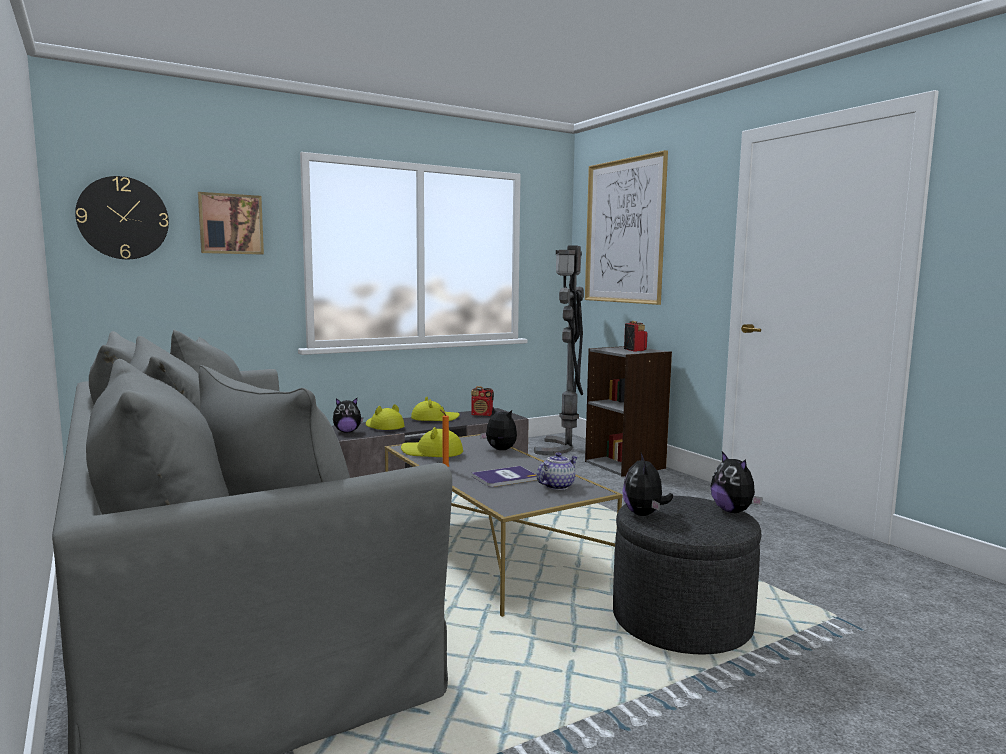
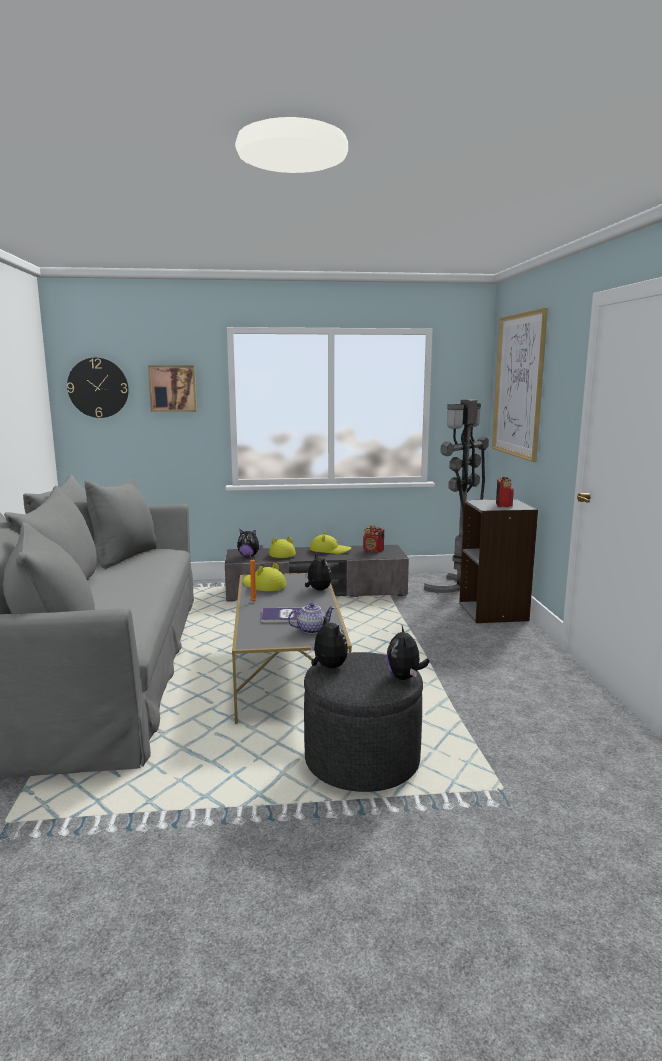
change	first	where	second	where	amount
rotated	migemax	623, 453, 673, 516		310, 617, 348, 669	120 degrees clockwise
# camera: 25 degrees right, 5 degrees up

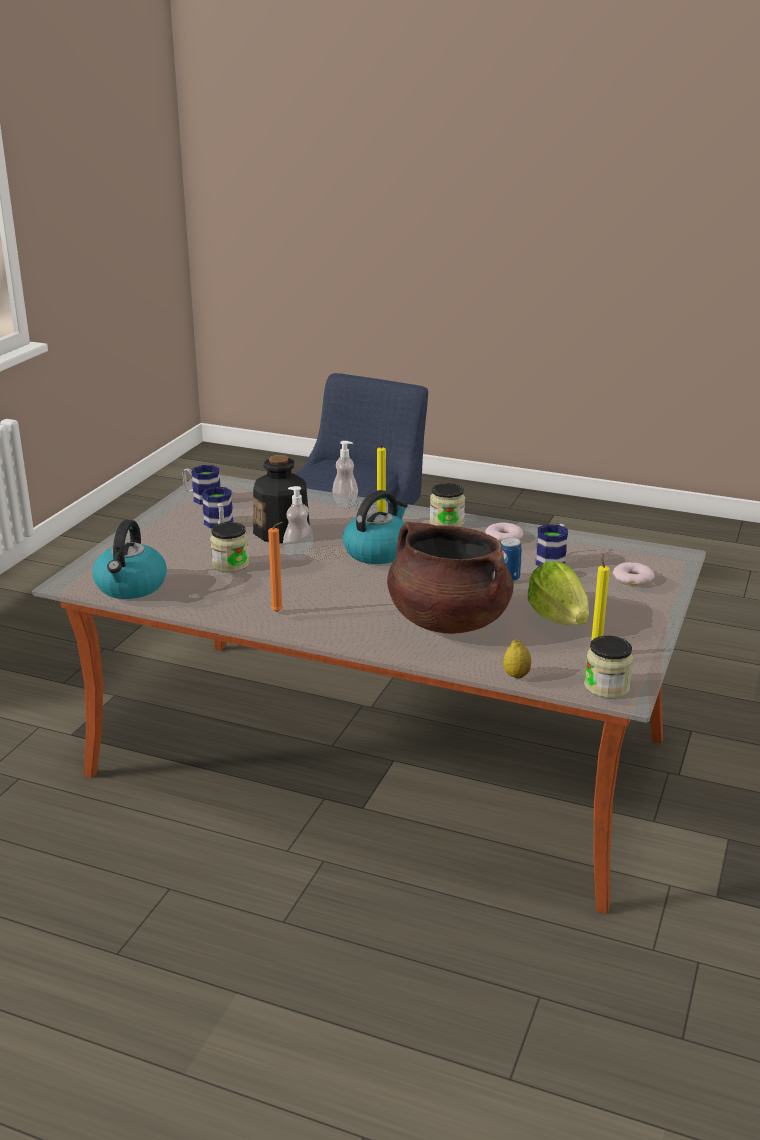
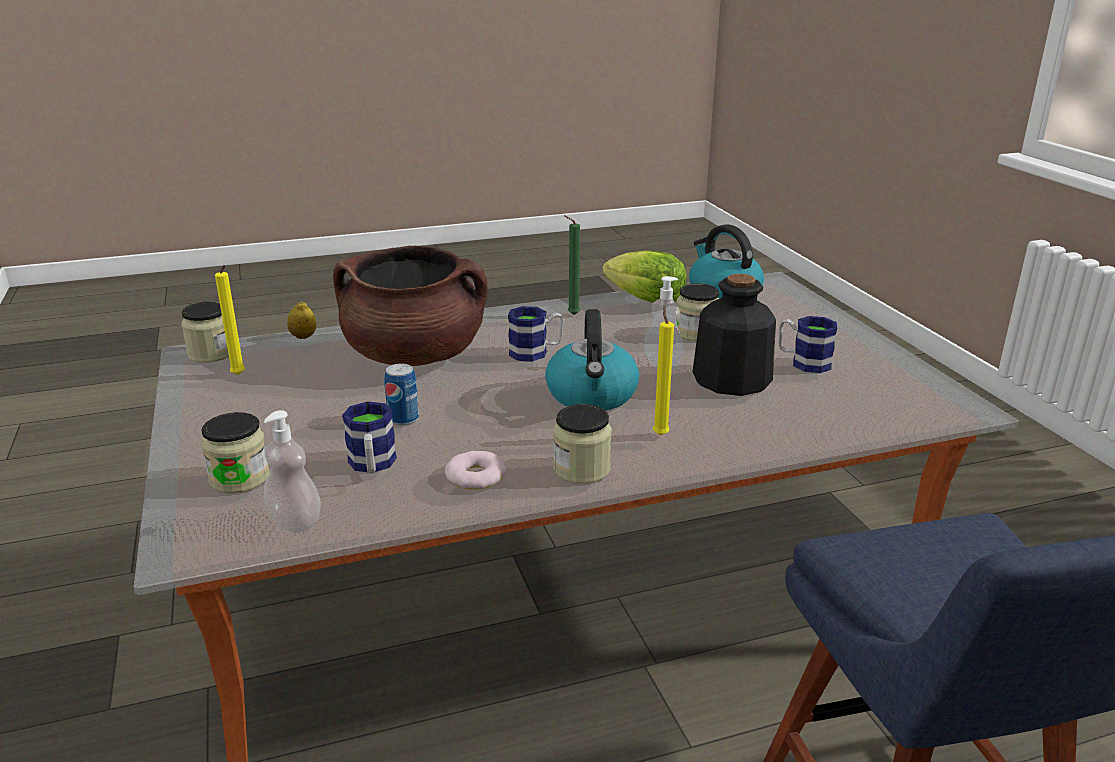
change	first	where	second	where	amount
shifted	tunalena	332, 441, 358, 508		264, 410, 321, 532	
shifted	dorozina	182, 465, 220, 505		508, 306, 564, 362	
repainted	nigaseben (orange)	268, 522, 283, 612	nigaseben (green)	564, 215, 580, 315	
shifted	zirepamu	527, 561, 589, 625		603, 250, 687, 303	
swapped	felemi	613, 562, 655, 586	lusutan	201, 412, 270, 493	
# camera: 140 degrees right, 0 degrees up

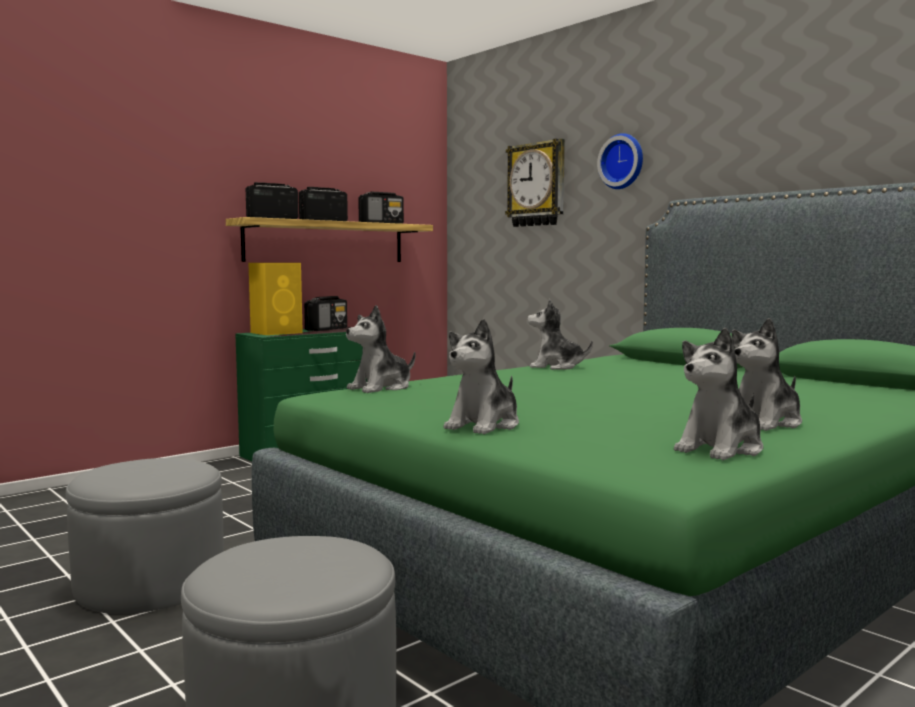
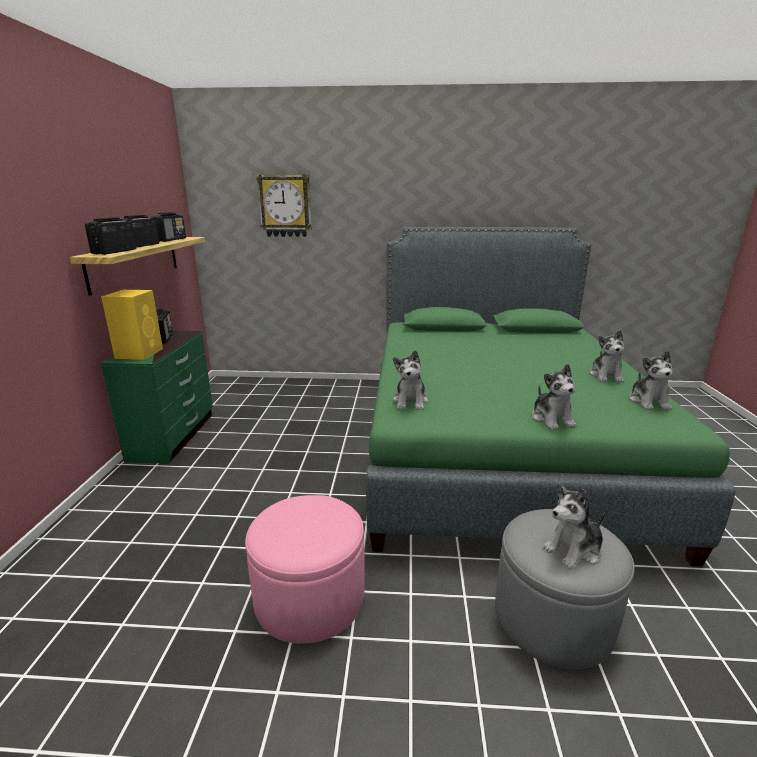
change	first	where	second	where	amount
gone	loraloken	597, 133, 643, 189			
shifted	migemax	528, 299, 593, 370		542, 483, 605, 569	
repainted	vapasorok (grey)	66, 458, 224, 614	vapasorok (pink)	245, 495, 365, 643	
# camera: 45 degrees left, 15 degrees up

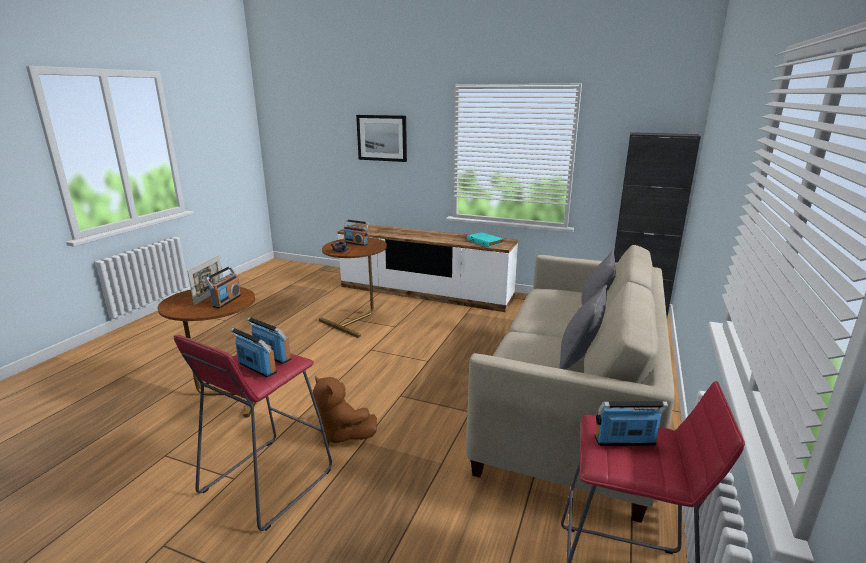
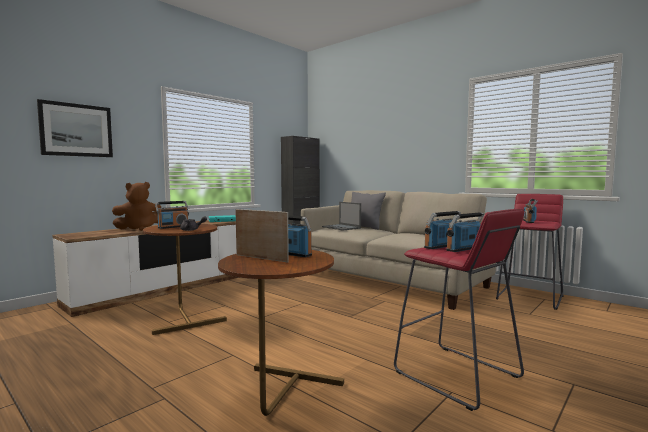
change	first	where	second	where	amount
gone	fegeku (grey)	559, 285, 607, 370			
shifted	migemax (brown)	313, 376, 377, 445		112, 182, 161, 231	
new			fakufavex	322, 202, 361, 231	
# camera: 70 degrees left, 15 degrees down

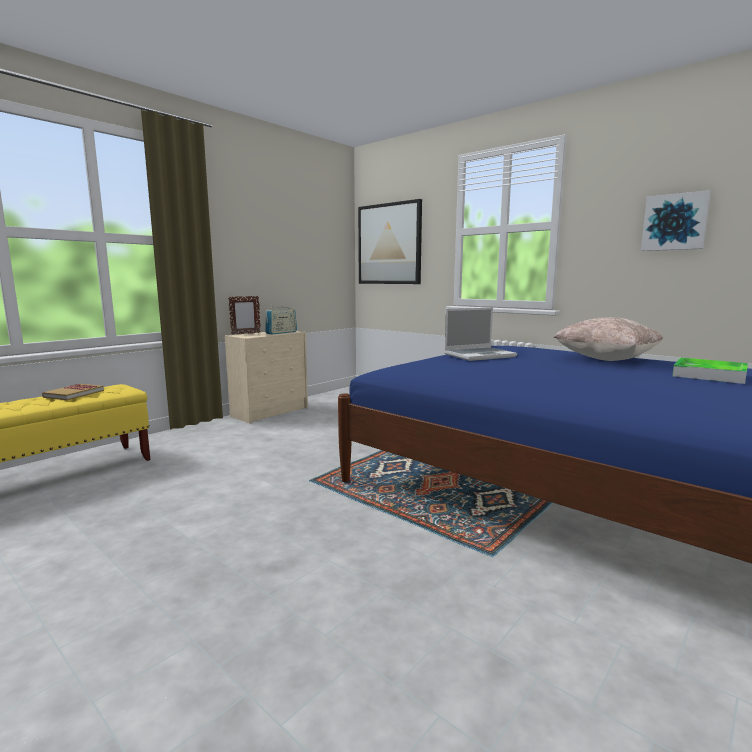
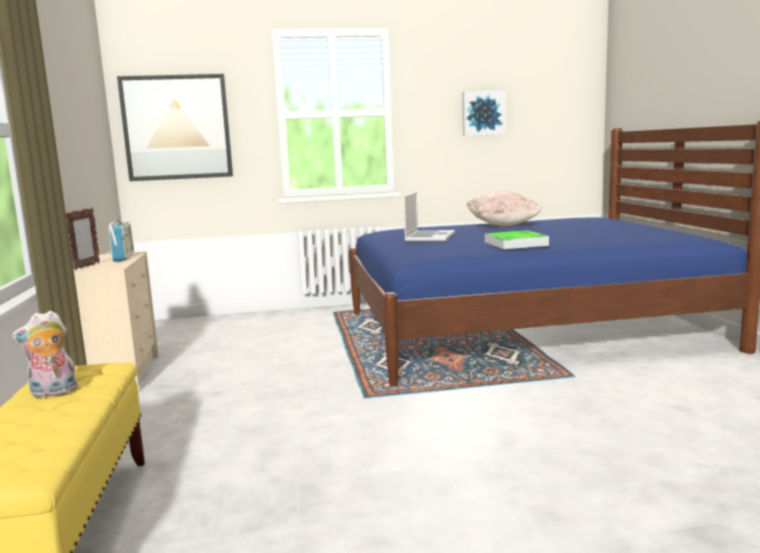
change	first	where	second	where	amount
shifted	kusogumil	672, 358, 748, 384		485, 230, 549, 249	
swapped	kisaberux	42, 384, 104, 400	migemax	12, 310, 78, 398	
# camera: 50 degrees left, 0 degrees up

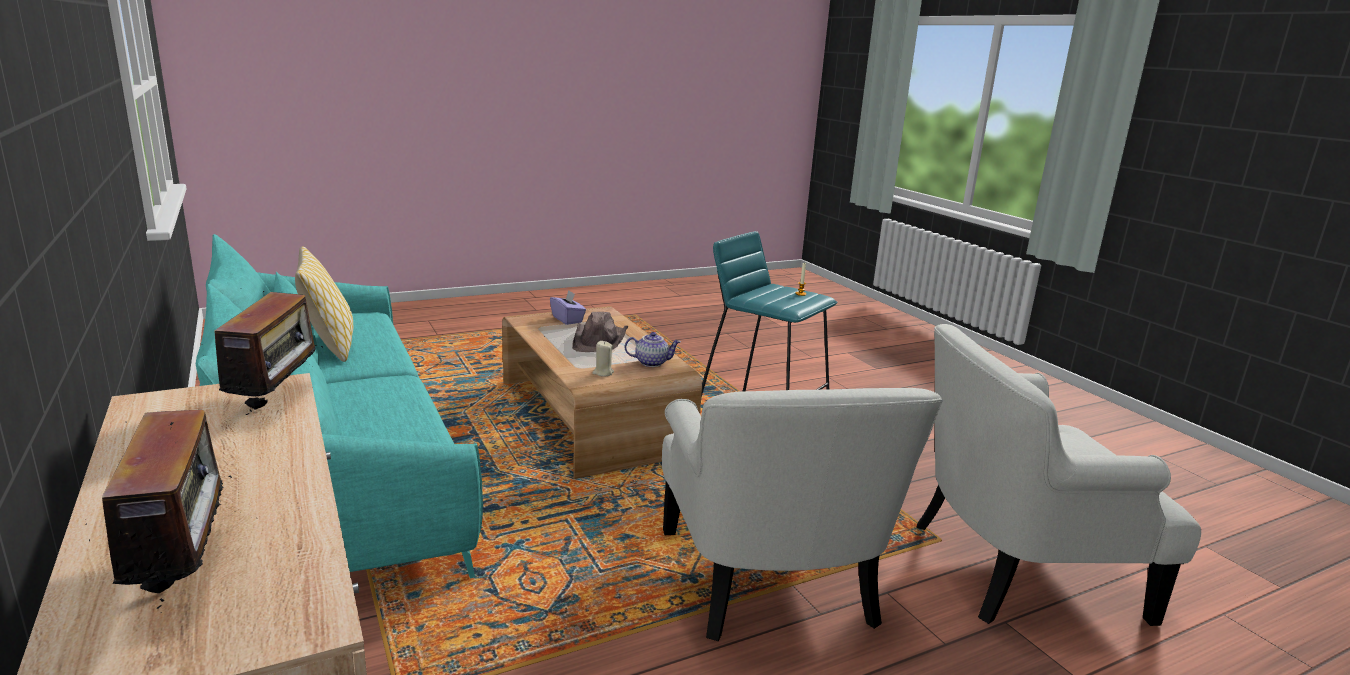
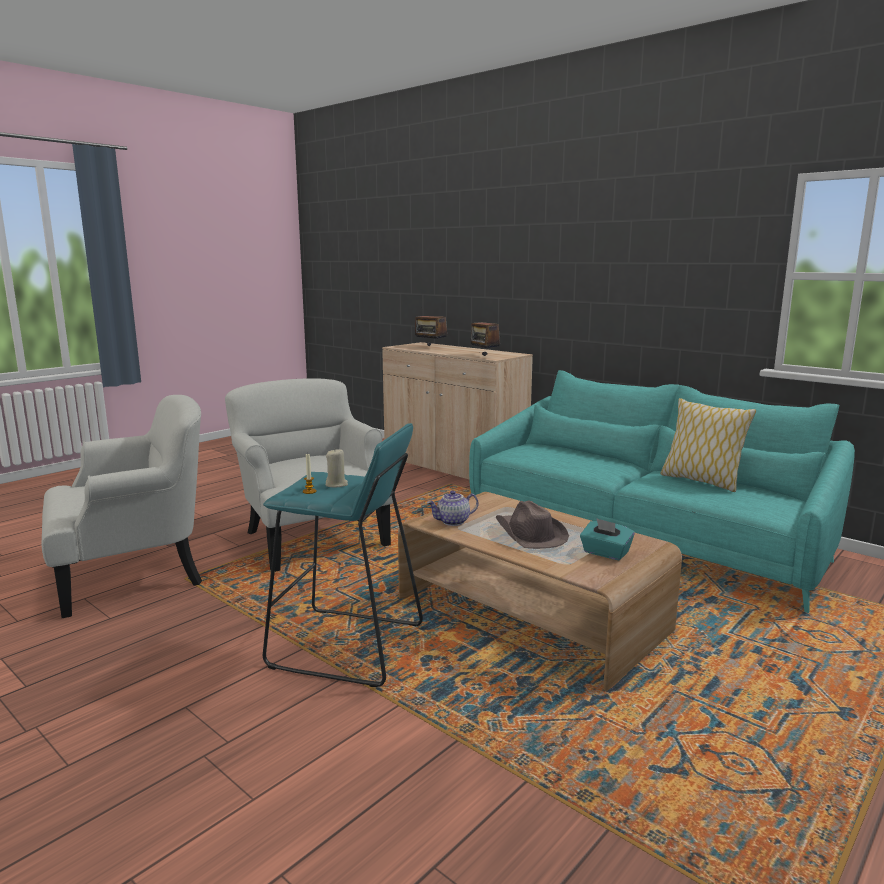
change	first	where	second	where	amount
repainted	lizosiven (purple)	550, 290, 586, 325	lizosiven (turquoise)	580, 518, 635, 560	
shifted	nigaseben (beige)	592, 341, 614, 376		325, 448, 348, 488	
# camera: 160 degrees right, 5 degrees down

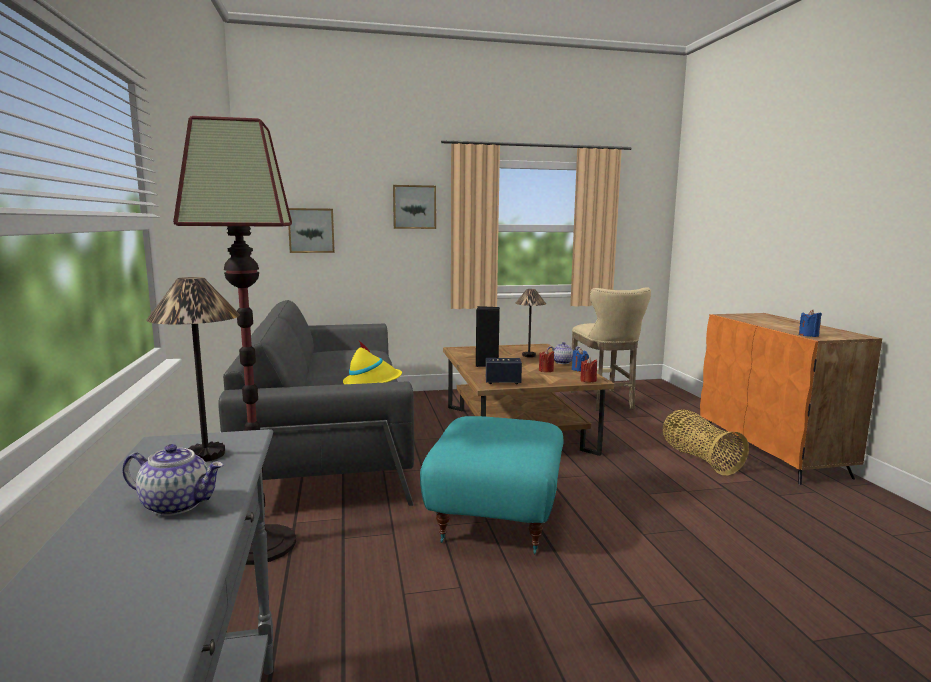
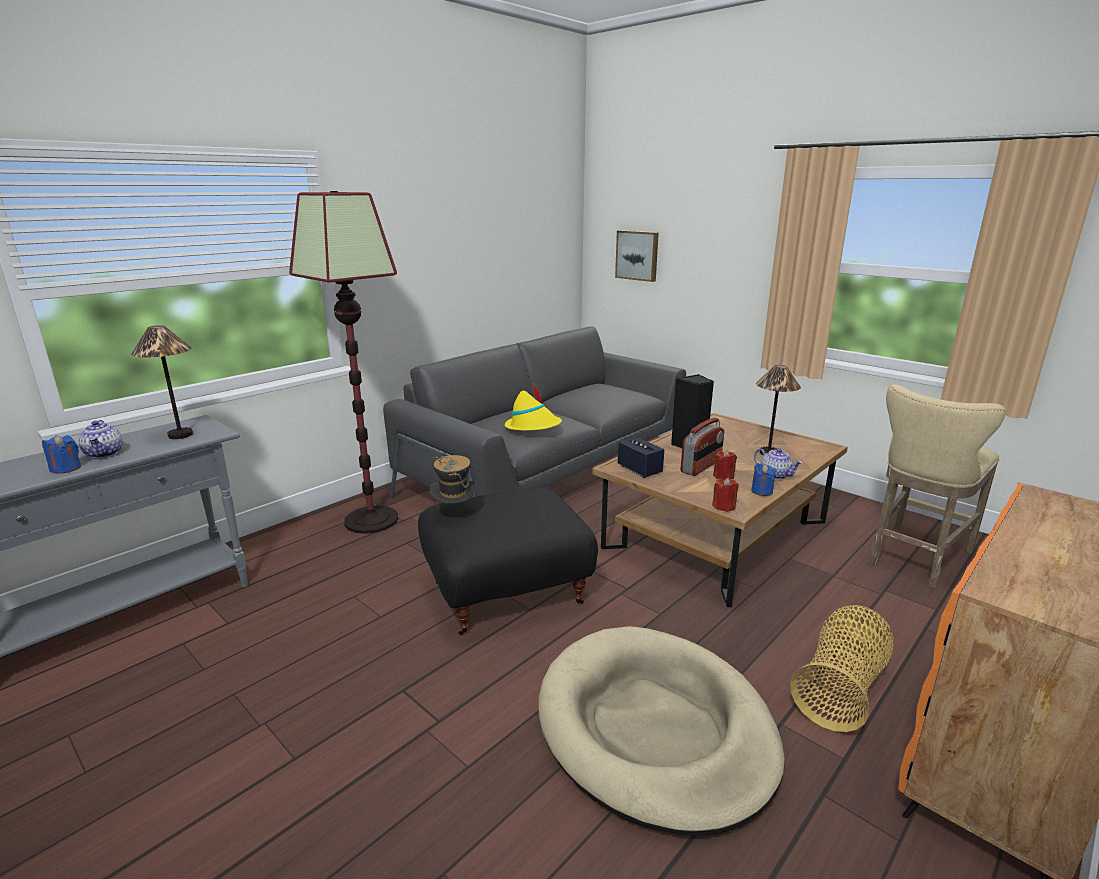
change	first	where	second	where	amount
gone	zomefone	393, 185, 436, 229			
shifted	nigaseben (blue)	799, 310, 822, 337		42, 435, 81, 474	
repainted	vapasorok (turquoise)	420, 416, 563, 554	vapasorok (black)	418, 487, 598, 635	
new			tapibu	681, 418, 724, 476	
new			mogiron	429, 455, 477, 504	
new			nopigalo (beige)	538, 626, 785, 835	
# camera: 55 degrees right, 10 degrees up

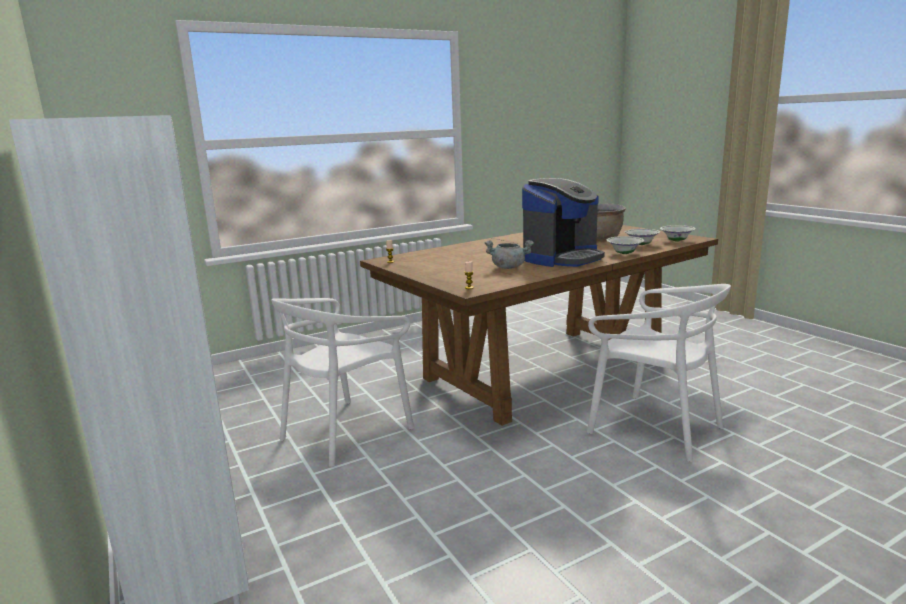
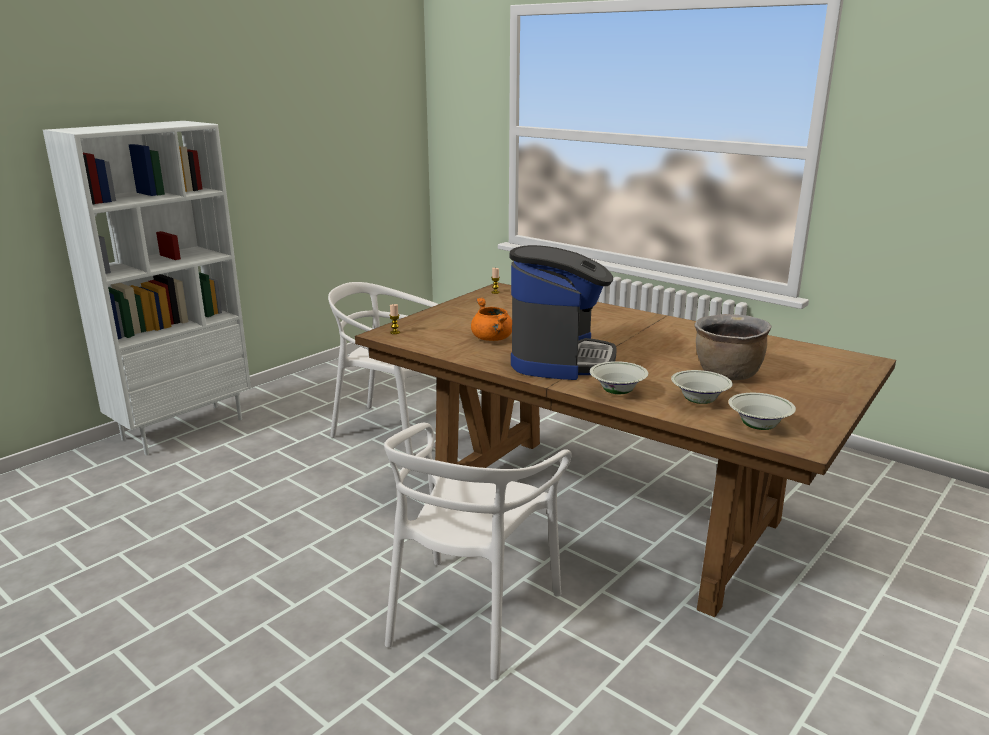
change	first	where	second	where	amount
rotated	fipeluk	522, 178, 605, 267		510, 245, 616, 380	105 degrees counterclockwise
repainted	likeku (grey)	485, 240, 534, 269	likeku (orange)	471, 298, 512, 341	
# camera: 70 degrees right, 5 degrees up

